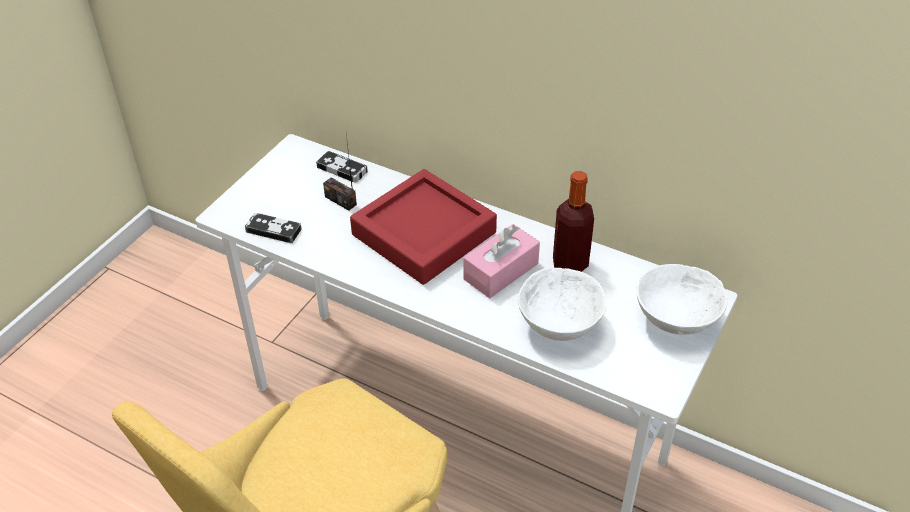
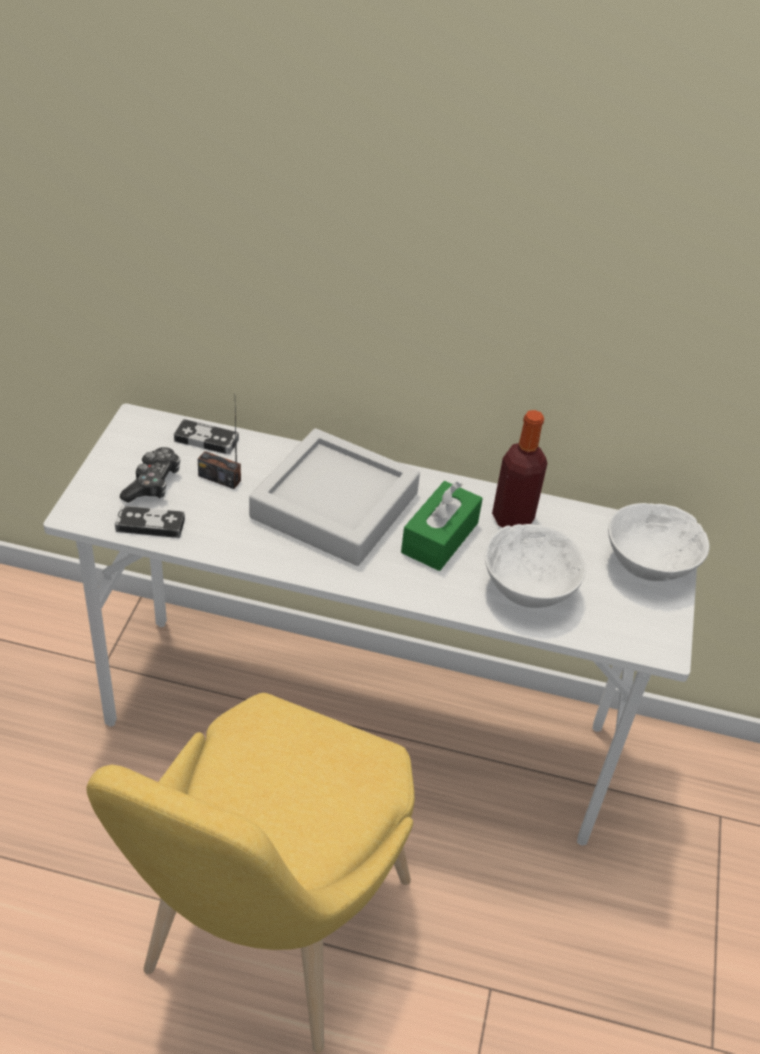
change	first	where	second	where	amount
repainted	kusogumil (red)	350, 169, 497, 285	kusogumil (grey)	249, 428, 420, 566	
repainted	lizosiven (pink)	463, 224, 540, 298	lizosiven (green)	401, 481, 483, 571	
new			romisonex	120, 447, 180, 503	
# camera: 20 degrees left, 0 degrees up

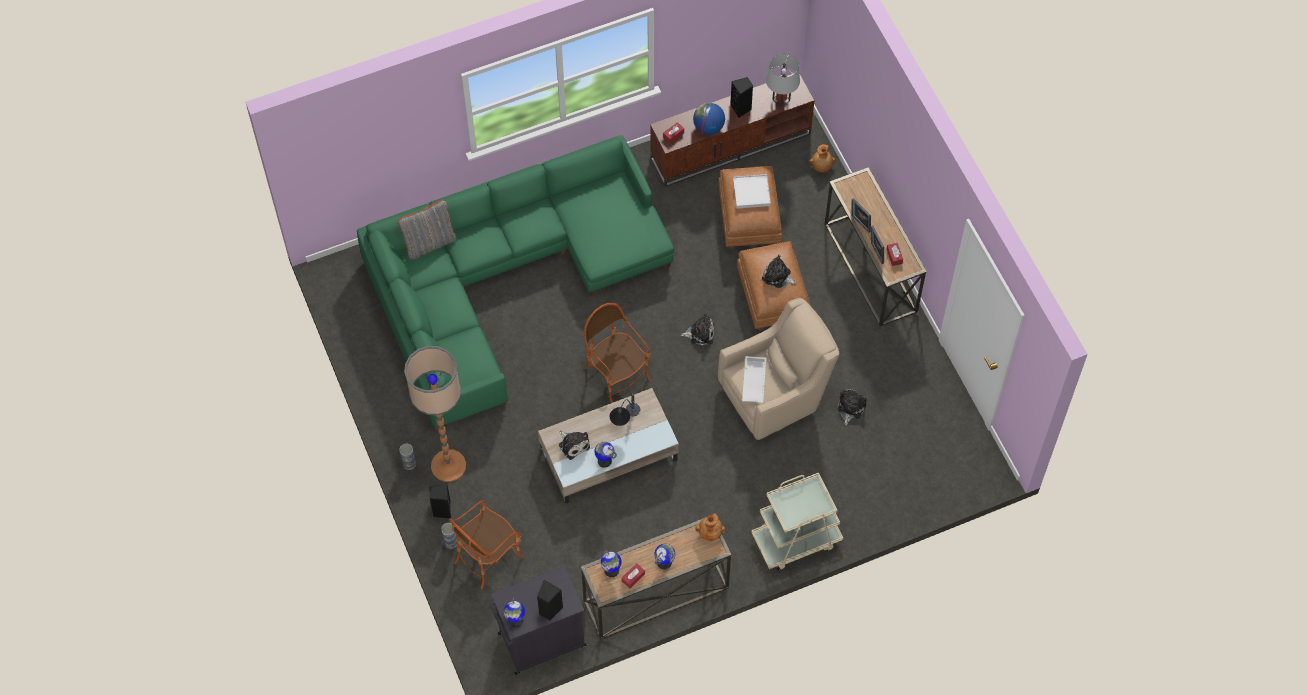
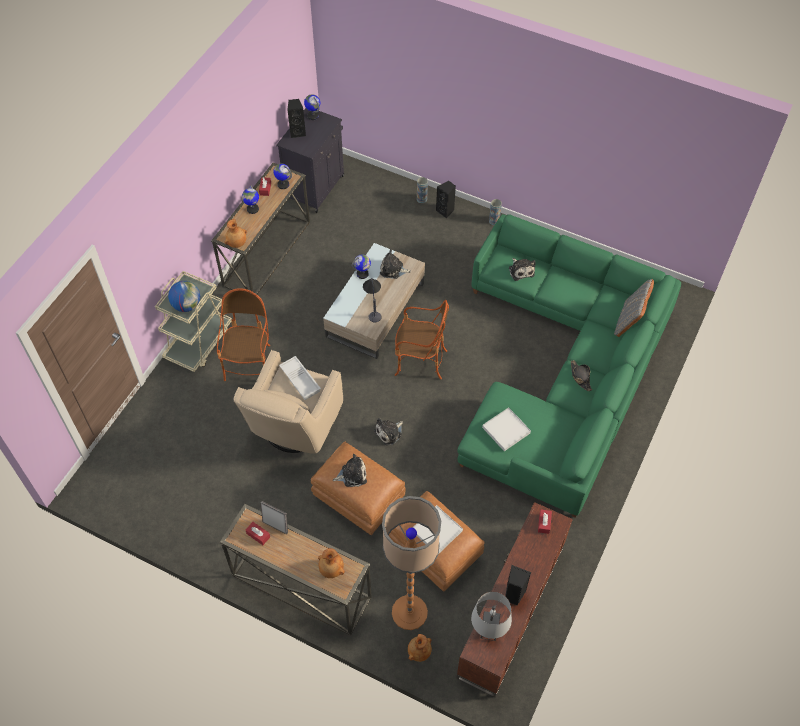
change	first	where	second	where	amount
shifted	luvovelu	693, 103, 725, 135		168, 281, 200, 312	
gone	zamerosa	851, 198, 871, 233			
shifted	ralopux	404, 346, 466, 482		382, 496, 441, 630	
shifted	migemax	837, 389, 866, 425		509, 258, 536, 281	
shifted	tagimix	449, 500, 524, 589		217, 288, 270, 381	
new			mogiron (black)	571, 360, 592, 391	
new			kusogumil (white)	482, 407, 531, 451	
new			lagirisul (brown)	318, 548, 345, 578	
# camera: 140 degrees right, 5 degrees down

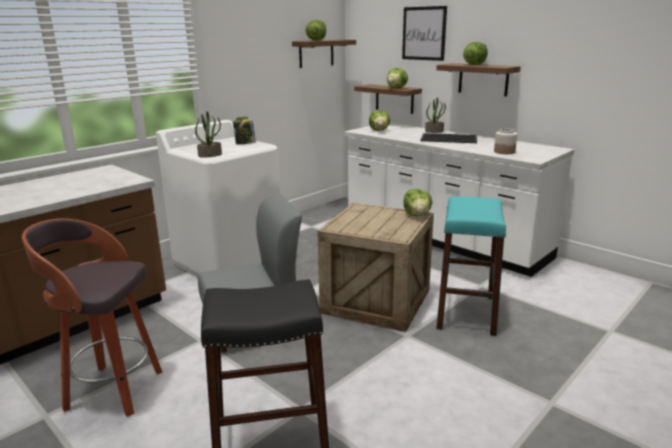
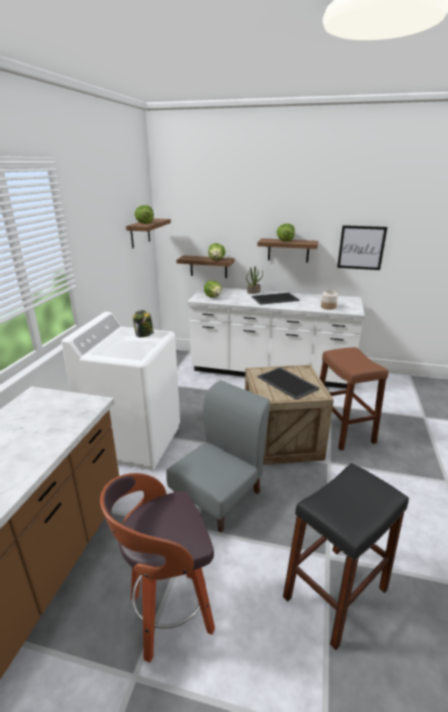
change	first	where	second	where	amount
shifted	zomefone	402, 6, 447, 61		337, 225, 387, 270	
gone	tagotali	195, 112, 222, 158			
gone	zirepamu	403, 189, 432, 216			
repainted	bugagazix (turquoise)	436, 196, 506, 336	bugagazix (brown)	320, 347, 388, 451	
new			kusogumil	258, 367, 319, 400	
# camera: 30 degrees left, 5 degrees up

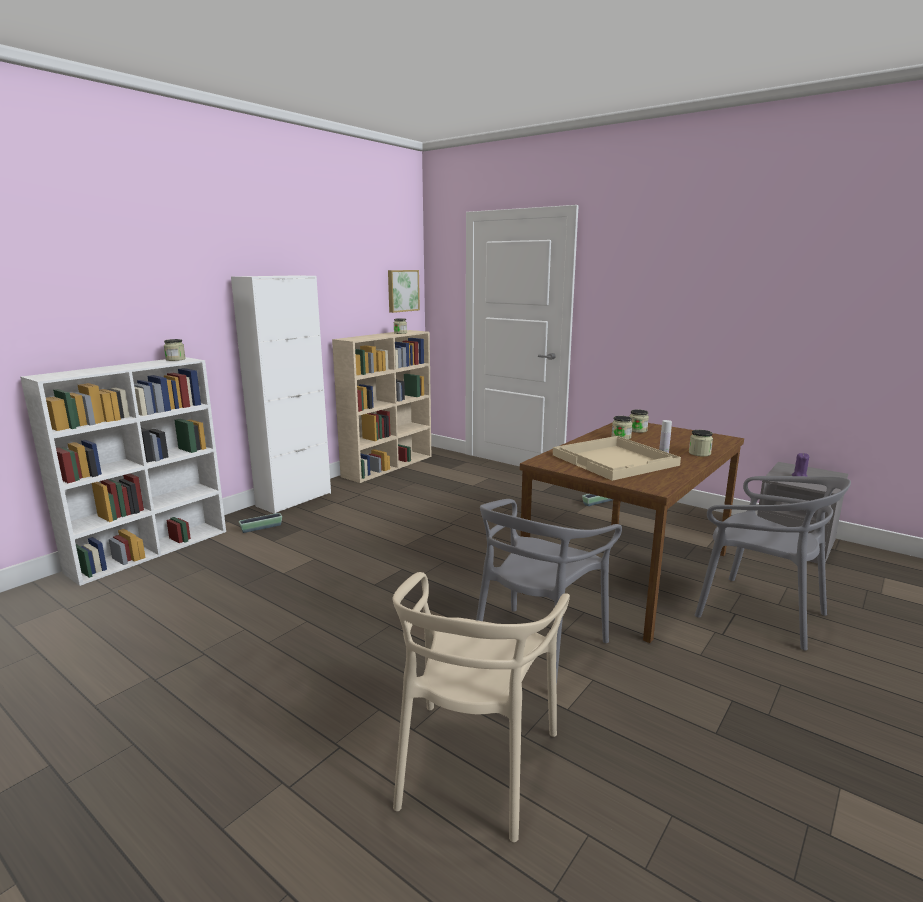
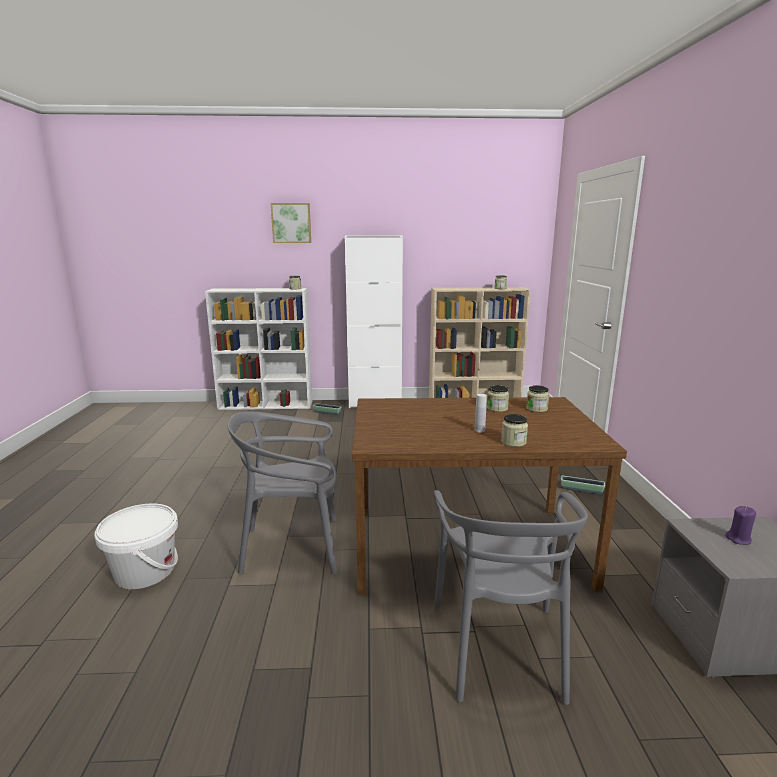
change	first	where	second	where	amount
shifted	zomefone	388, 270, 420, 313		271, 203, 311, 243	
gone	kusogumil (beige)	553, 436, 681, 481			
swapped	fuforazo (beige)	393, 572, 570, 842	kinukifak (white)	94, 504, 178, 589	
# camera: 50 degrees right, 0 degrees up

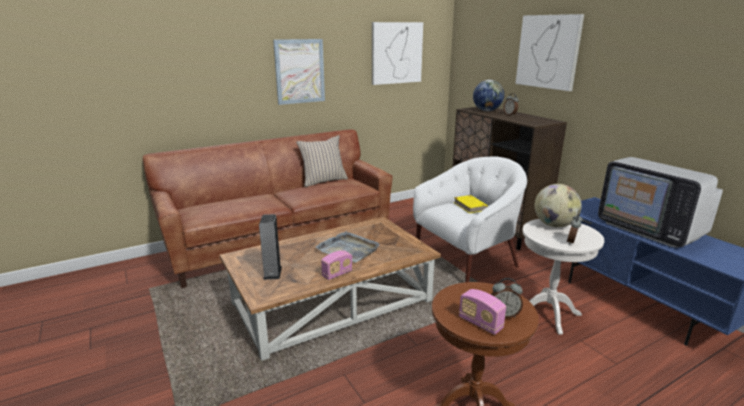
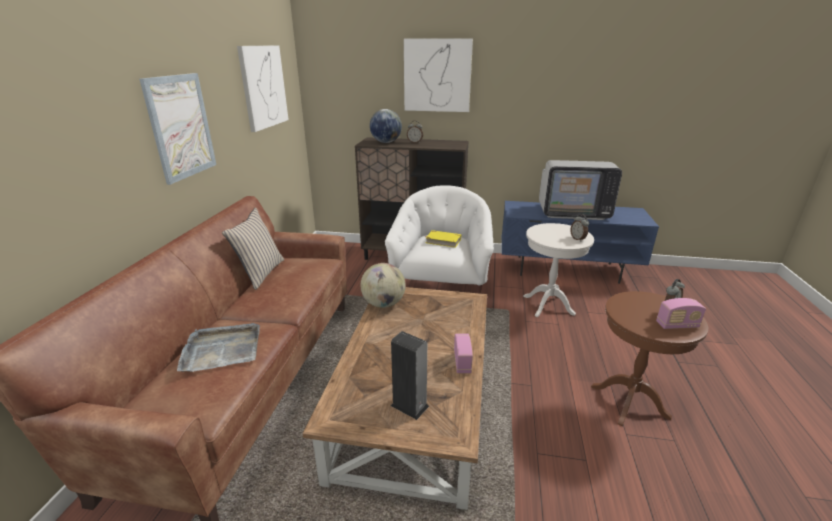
change	first	where	second	where	amount
shifted	luvovelu	534, 184, 582, 227		360, 263, 406, 308	
shifted	kusogumil (grey)	315, 231, 379, 263		177, 323, 260, 372	
# camera: 50 degrees left, 5 degrees up

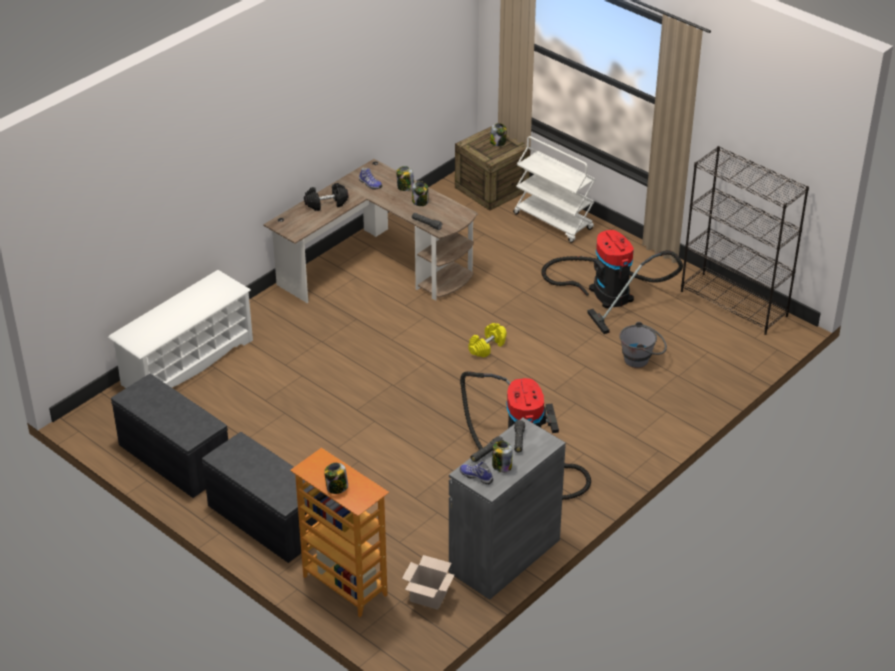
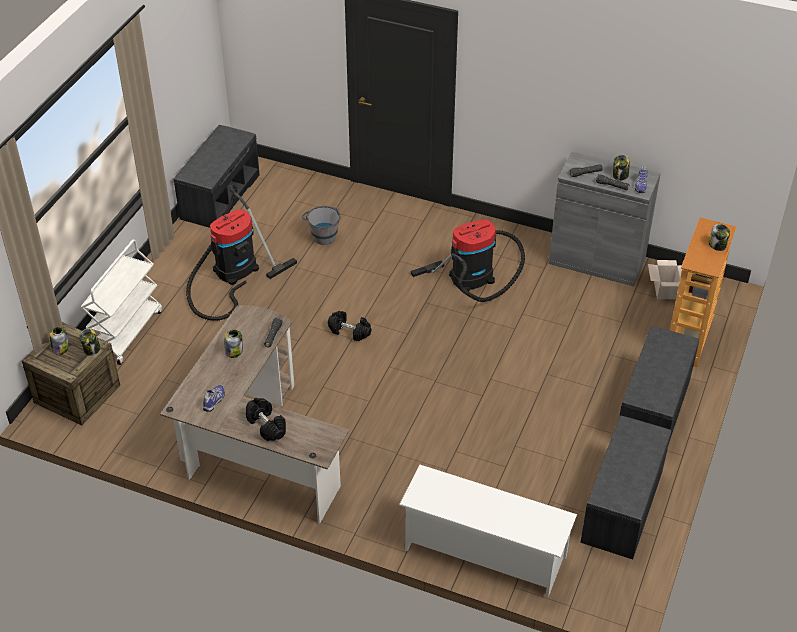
change	first	where	second	where	amount
swapped	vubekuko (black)	681, 146, 809, 335	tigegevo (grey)	174, 125, 260, 228	
shifted	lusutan	396, 166, 414, 191		79, 328, 100, 356	
repainted	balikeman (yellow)	468, 323, 507, 358	balikeman (black)	328, 311, 372, 341	
# camera: 110 degrees left, 5 degrees up

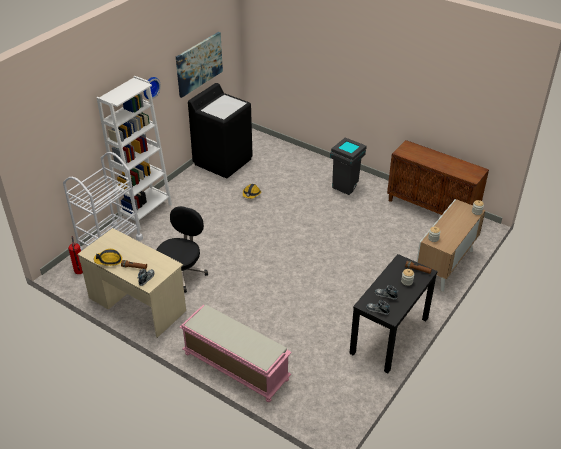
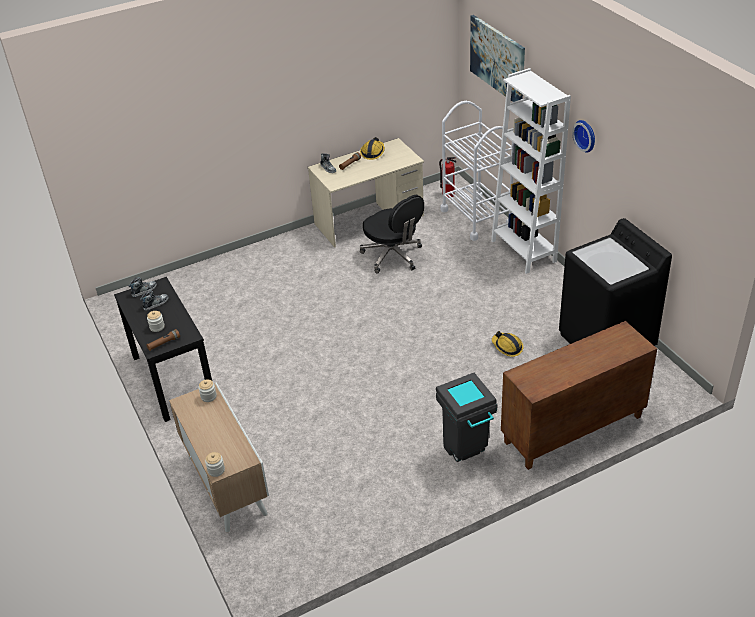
change	first	where	second	where	amount
shifted	zomefone	176, 32, 223, 98		470, 15, 525, 102	
shifted	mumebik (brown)	387, 140, 489, 215		501, 321, 657, 470	
gone	tigegevo (pink)	180, 305, 292, 402			
# camera: 120 degrees right, 0 degrees up

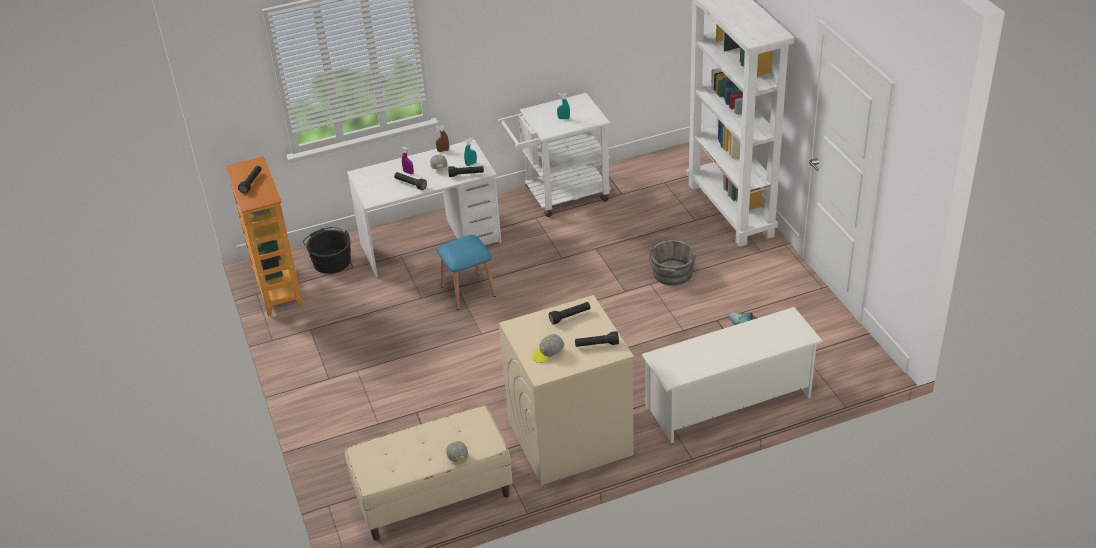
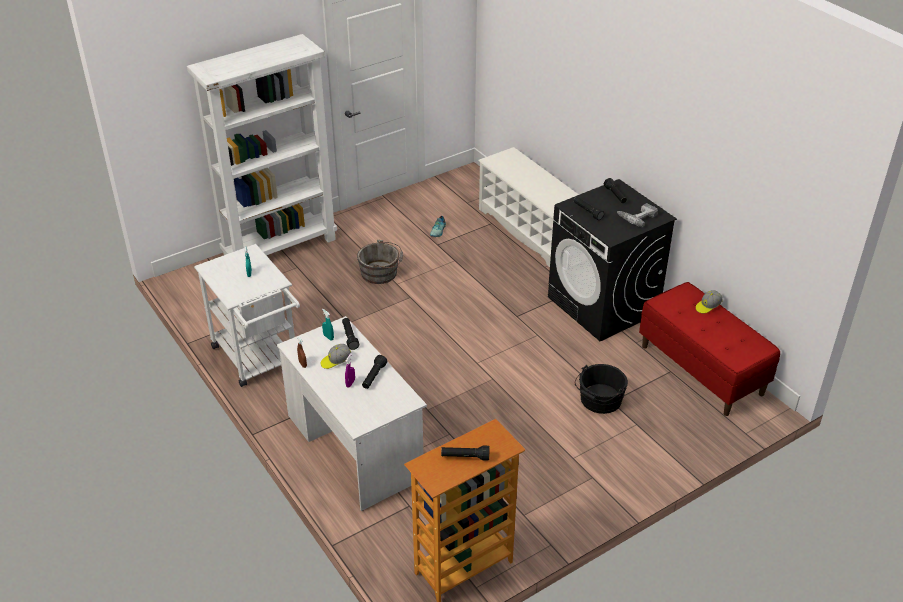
change	first	where	second	where	amount
shifted	kinukifak (black)	303, 227, 351, 274		575, 364, 628, 414	
gone	bugagazix (blue)	437, 235, 496, 310			
repainted	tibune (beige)	499, 295, 634, 485	tibune (black)	548, 179, 677, 341	
swapped	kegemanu	532, 334, 564, 363	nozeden	617, 203, 658, 227	
repainted	tigegevo (beige)	345, 405, 513, 540	tigegevo (red)	639, 282, 780, 416	
# camera: 105 degrees left, 0 degrees up

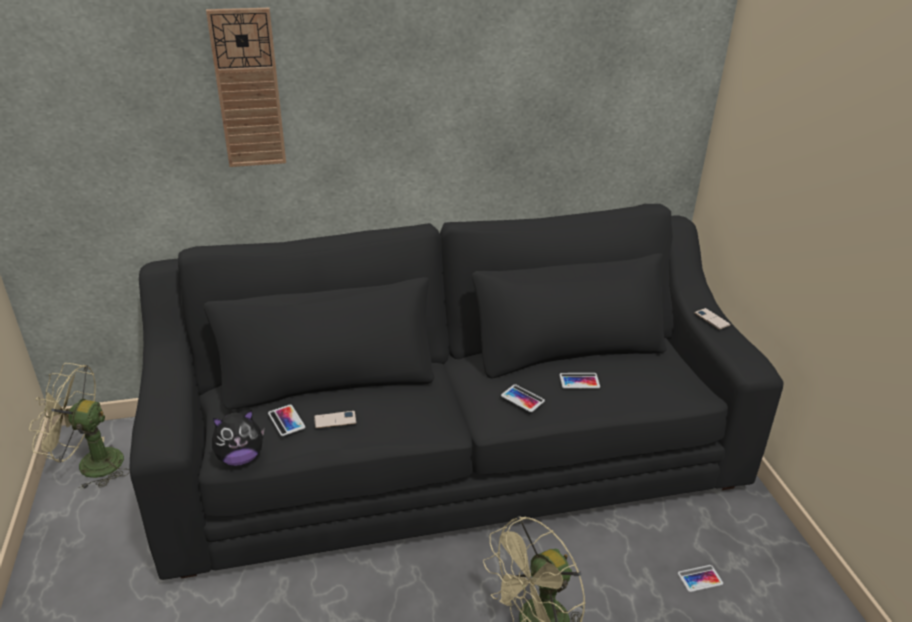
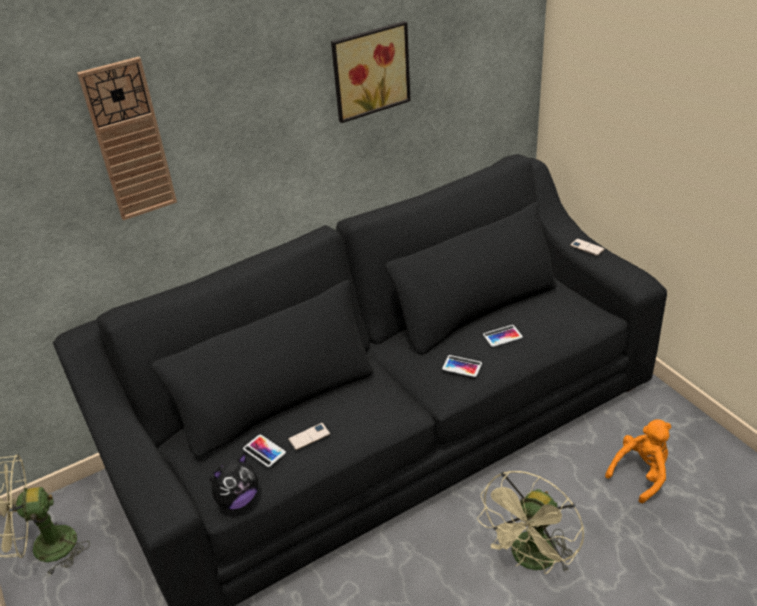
change	first	where	second	where	amount
swapped	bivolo	678, 565, 723, 592	migemax (orange)	605, 419, 671, 503	
new			zomefone	331, 21, 411, 123	
# camera: 15 degrees left, 5 degrees up

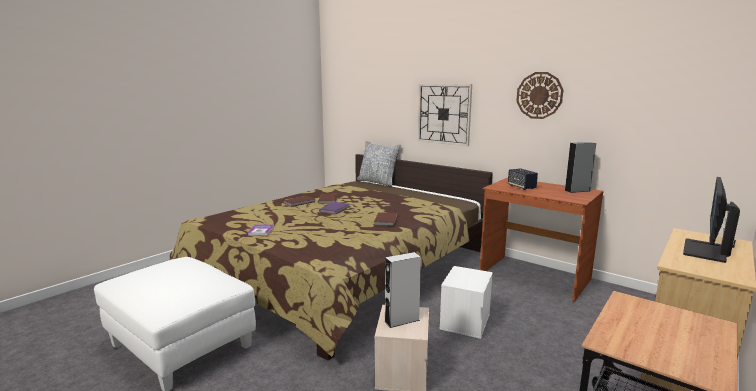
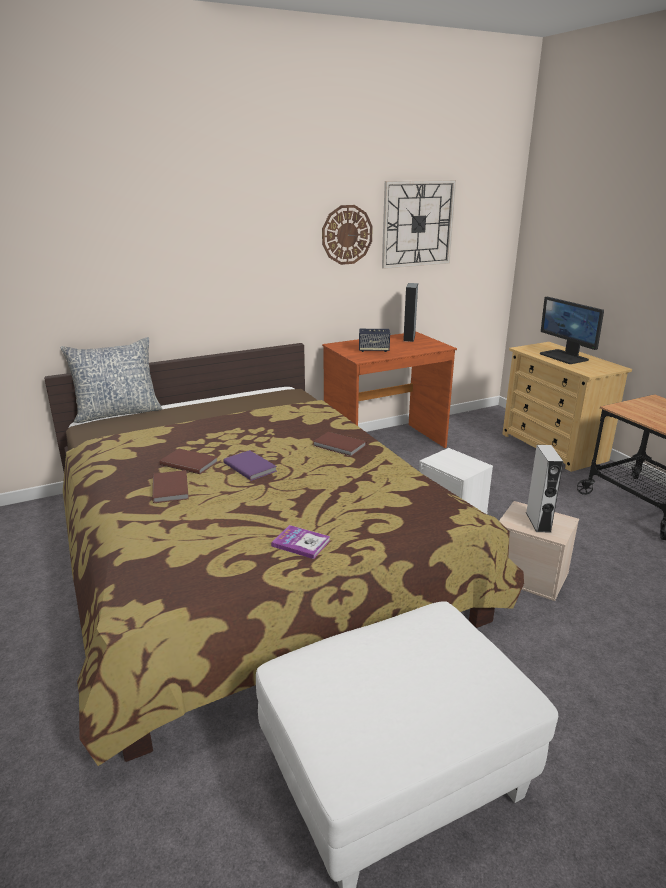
change	first	where	second	where	amount
shifted	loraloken	418, 84, 472, 146		382, 180, 456, 269	
# camera: 65 degrees left, 10 degrees up

